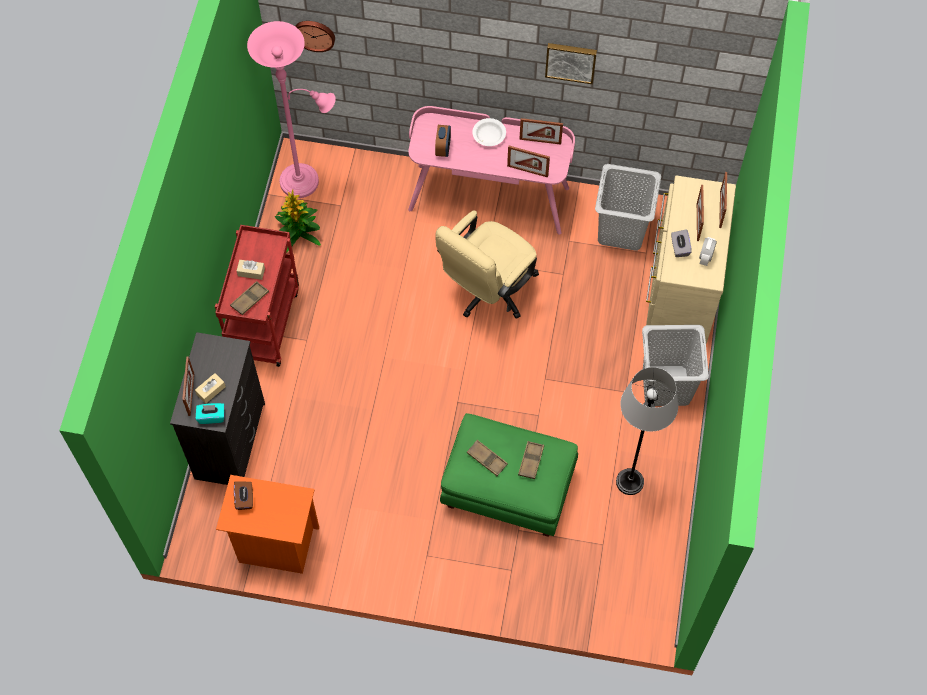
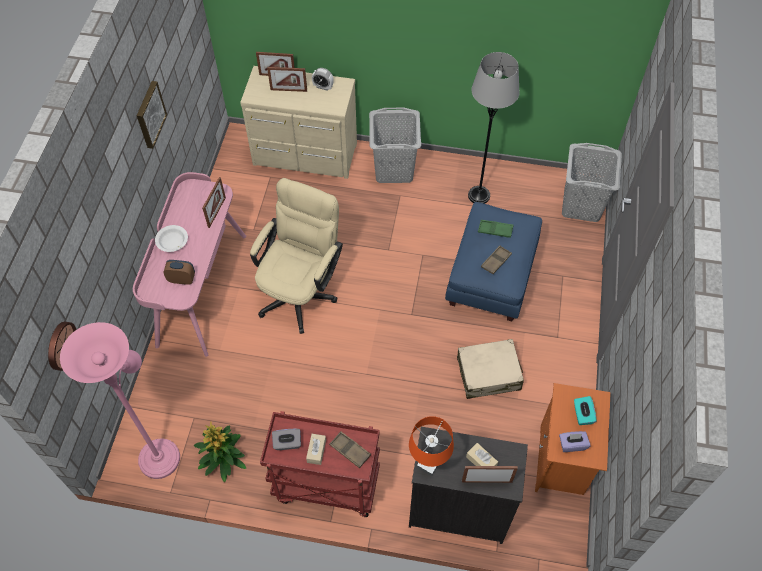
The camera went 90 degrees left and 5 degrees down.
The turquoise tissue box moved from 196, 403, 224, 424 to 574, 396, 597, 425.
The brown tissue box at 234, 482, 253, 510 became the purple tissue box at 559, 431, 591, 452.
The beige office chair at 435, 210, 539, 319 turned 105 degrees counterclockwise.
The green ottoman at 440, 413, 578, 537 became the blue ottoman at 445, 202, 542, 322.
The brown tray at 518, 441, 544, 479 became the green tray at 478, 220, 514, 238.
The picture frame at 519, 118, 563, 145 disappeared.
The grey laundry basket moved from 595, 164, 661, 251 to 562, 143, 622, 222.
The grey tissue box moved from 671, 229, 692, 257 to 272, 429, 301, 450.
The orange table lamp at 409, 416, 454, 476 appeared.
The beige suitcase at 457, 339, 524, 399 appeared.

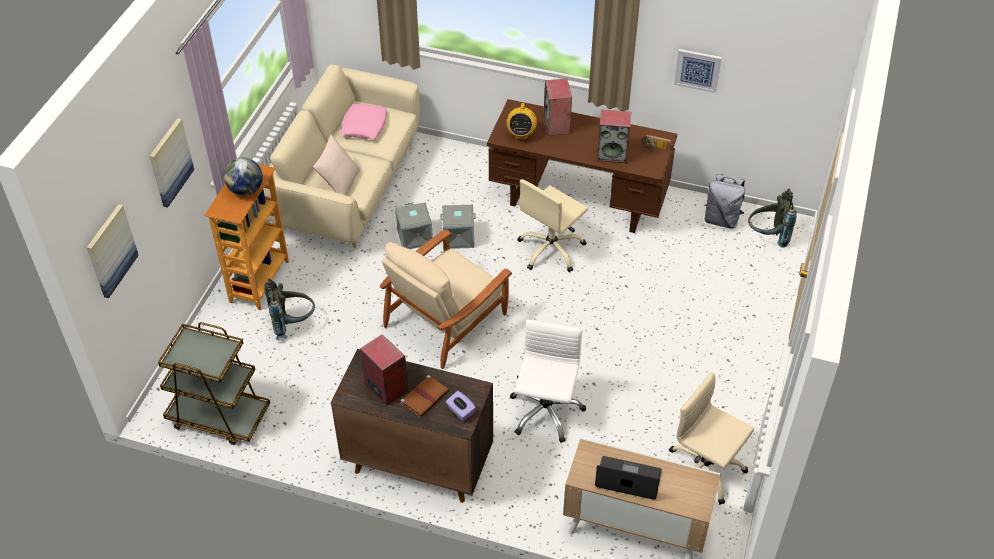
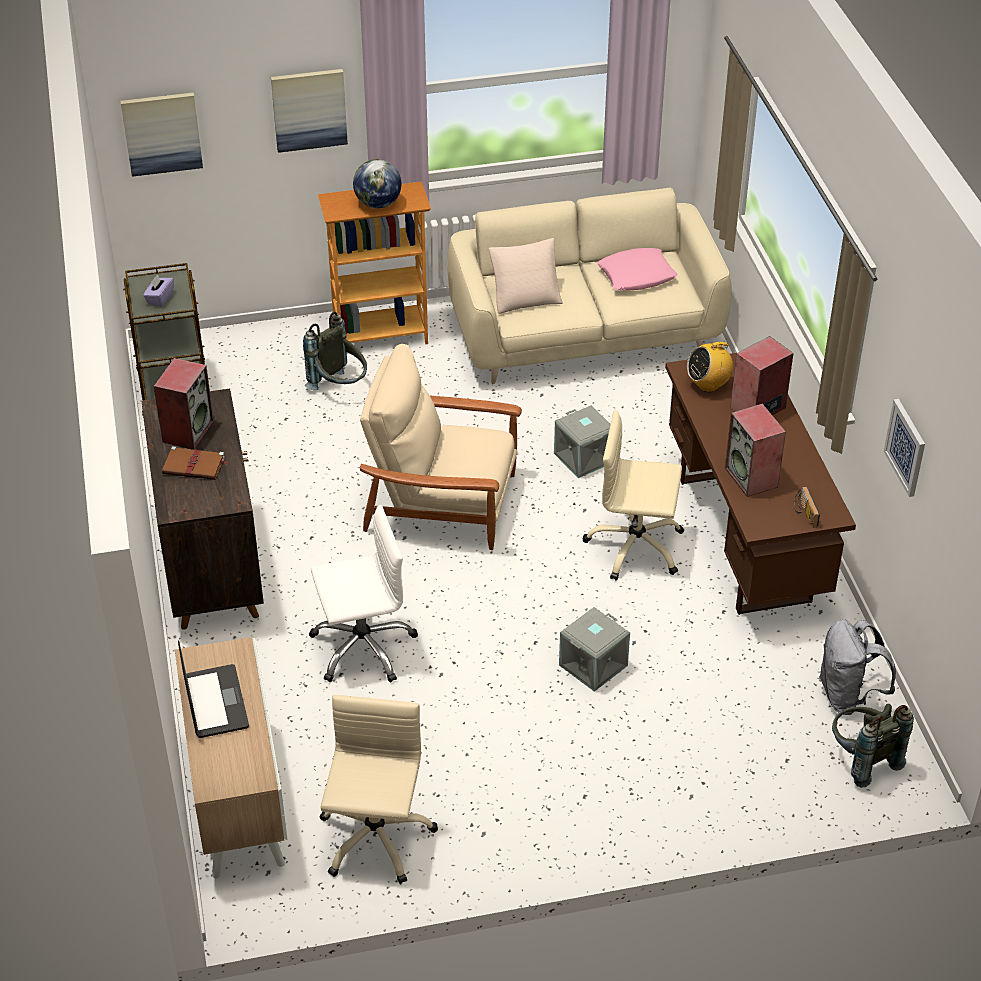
The camera went 60 degrees right and 5 degrees down.
The grey storage box moved from 395, 202, 433, 249 to 559, 607, 630, 692.
The purple tissue box moved from 446, 391, 476, 421 to 143, 274, 174, 307.

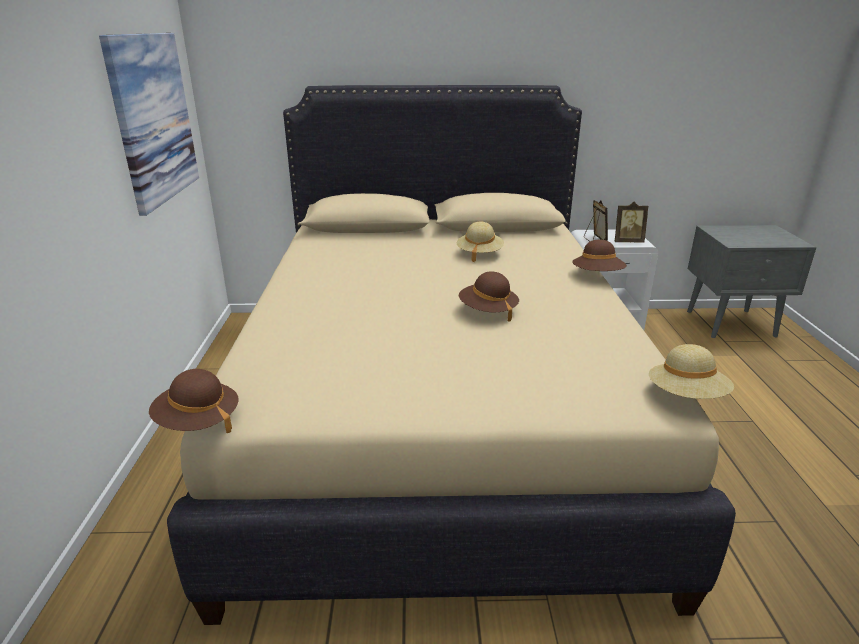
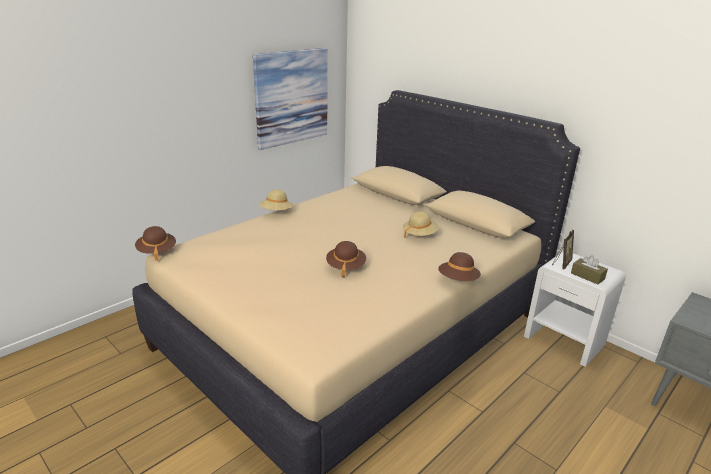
The camera went 45 degrees right and 0 degrees up.
The picture frame at 615, 202, 649, 243 was replaced by the brown tissue box at 571, 255, 608, 284.
The beige hat moved from 649, 344, 734, 399 to 259, 189, 293, 210.

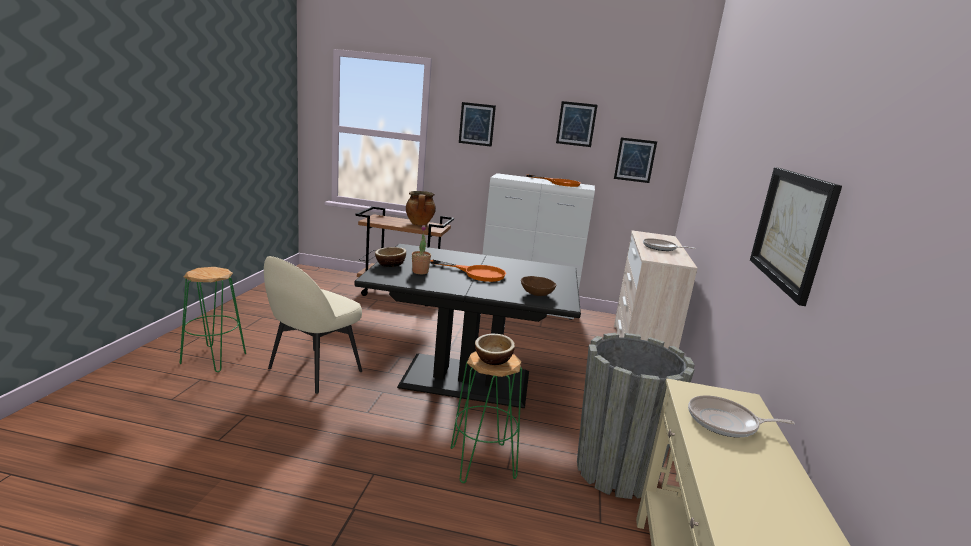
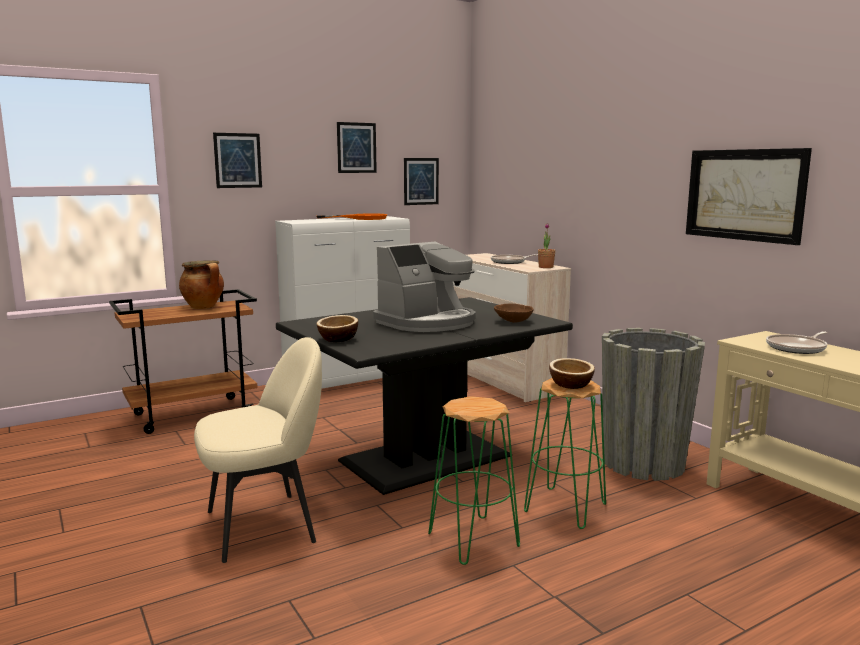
The camera went 40 degrees left and 5 degrees down.
The green stool moved from 180, 267, 246, 372 to 428, 396, 520, 565.
The beige chair at 264, 256, 362, 394 turned 105 degrees counterclockwise.
The potted plant moved from 412, 225, 431, 274 to 538, 223, 556, 268.
The orange frying pan at 430, 260, 506, 282 was replaced by the coffee machine at 373, 241, 476, 332.

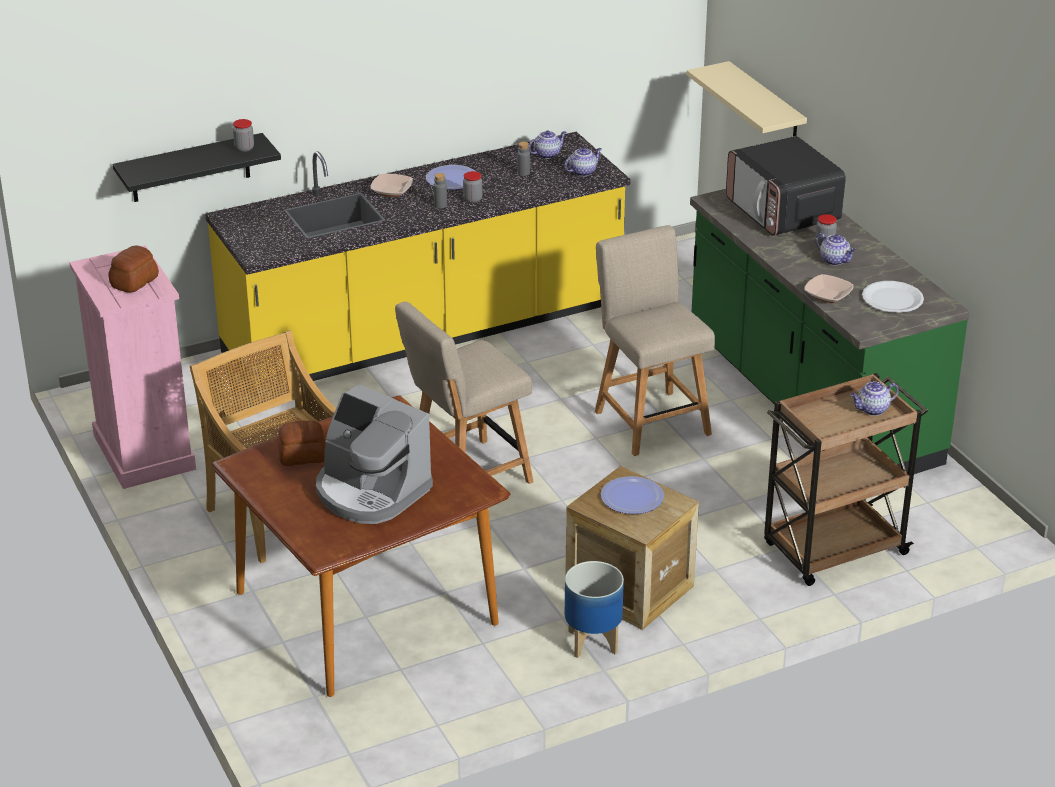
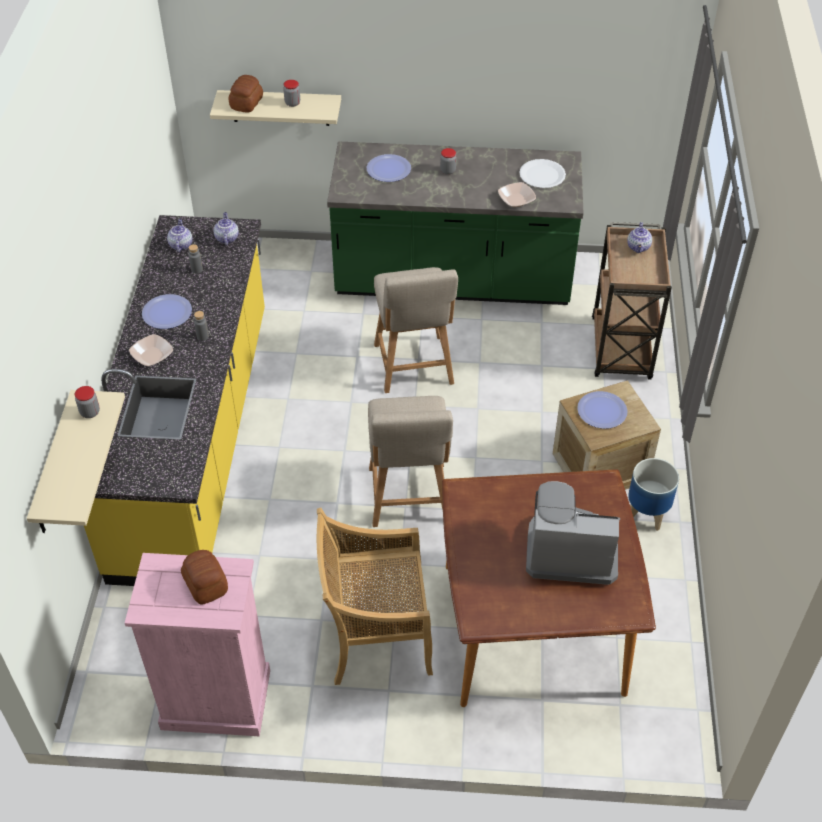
The camera went 60 degrees left and 15 degrees up.
The black shelf at 113, 133, 281, 202 became the beige shelf at 27, 390, 125, 533.
The bread moved from 278, 420, 325, 466 to 229, 75, 263, 113.
The coffee machine at 316, 384, 433, 524 turned 150 degrees counterclockwise.
The jar moved from 463, 171, 482, 203 to 283, 80, 300, 107.
The beige chair at 595, 225, 715, 456 turned 105 degrees counterclockwise.
The microwave at 726, 136, 846, 236 was replaced by the plate at 367, 154, 411, 182.
The teapot at 815, 233, 856, 265 disappeared.

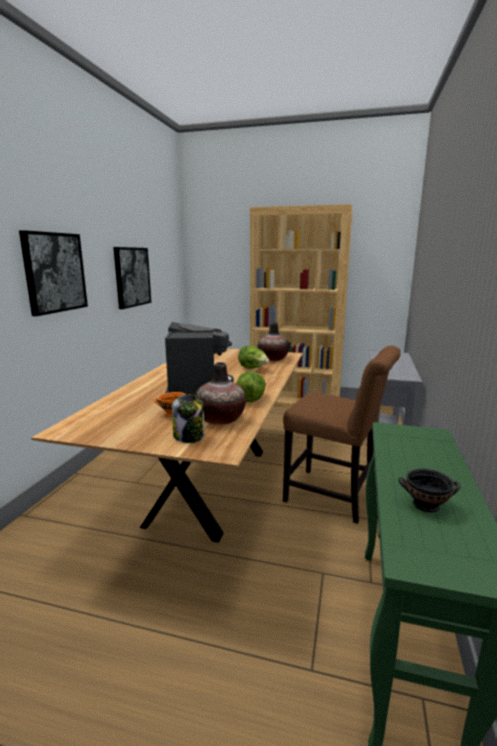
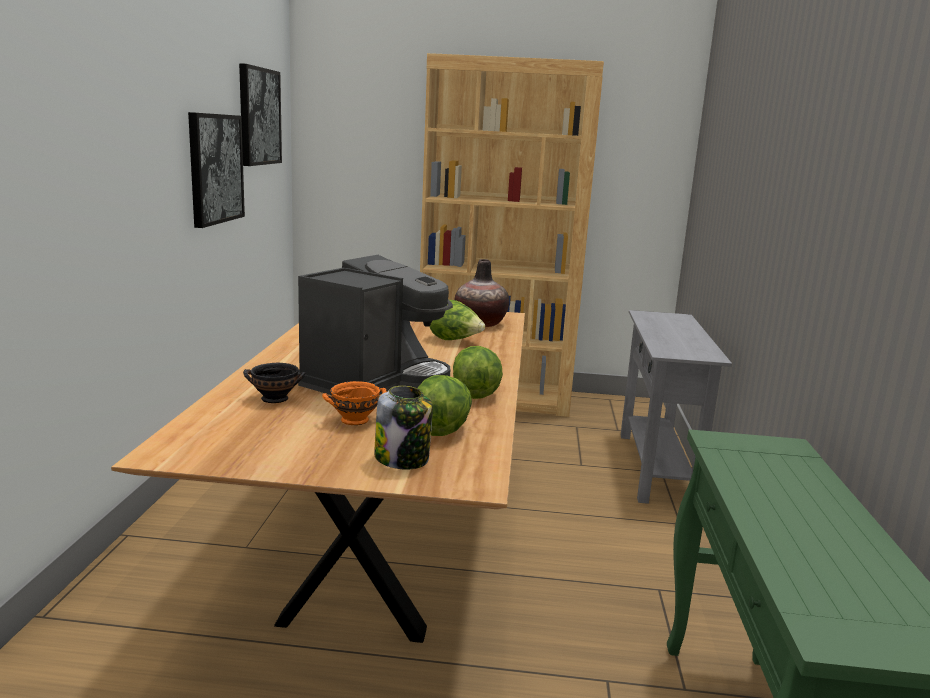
The camera went 10 degrees left and 0 degrees up.
The picture moved from 19, 230, 88, 316 to 239, 63, 282, 166.
The coffee machine at 165, 322, 234, 396 turned 45 degrees clockwise.
The vase at 195, 362, 246, 425 was replaced by the lettuce at 417, 375, 472, 436.
The brown chair at 283, 346, 401, 524 disappeared.
The black bowl moved from 398, 468, 461, 512 to 243, 363, 306, 403.

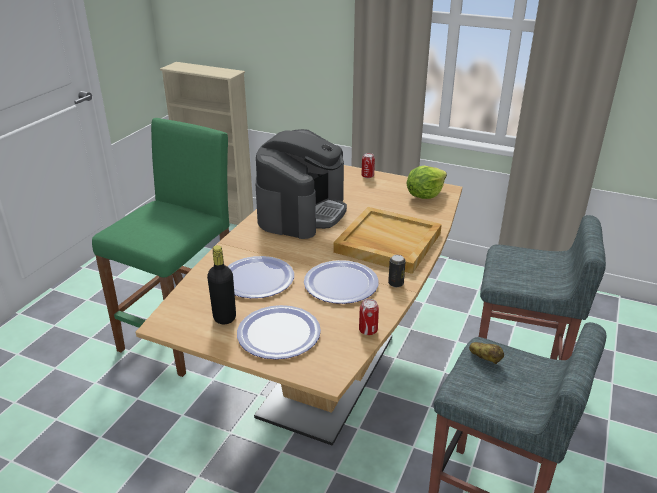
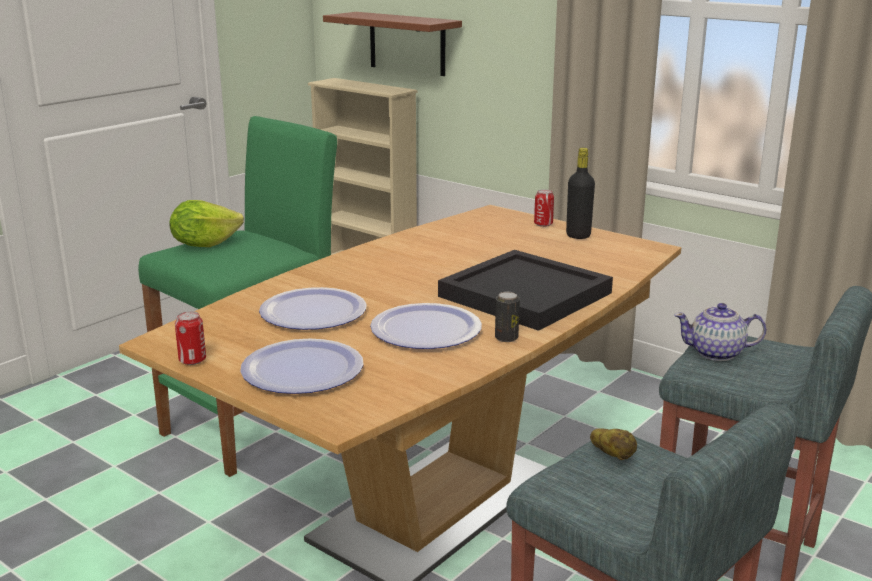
The camera went 15 degrees right and 10 degrees down.
The black bottle moved from 207, 245, 236, 324 to 566, 148, 595, 239.
The coffee machine at 255, 129, 347, 239 disappeared.
The beige tray at 333, 207, 442, 274 became the black tray at 438, 250, 613, 331.
The can moved from 359, 299, 379, 335 to 175, 311, 206, 365.
The lettuce moved from 406, 166, 447, 199 to 169, 200, 244, 247.
The brown shelf at 323, 12, 462, 76 appeared.
The teapot at 674, 303, 766, 361 appeared.

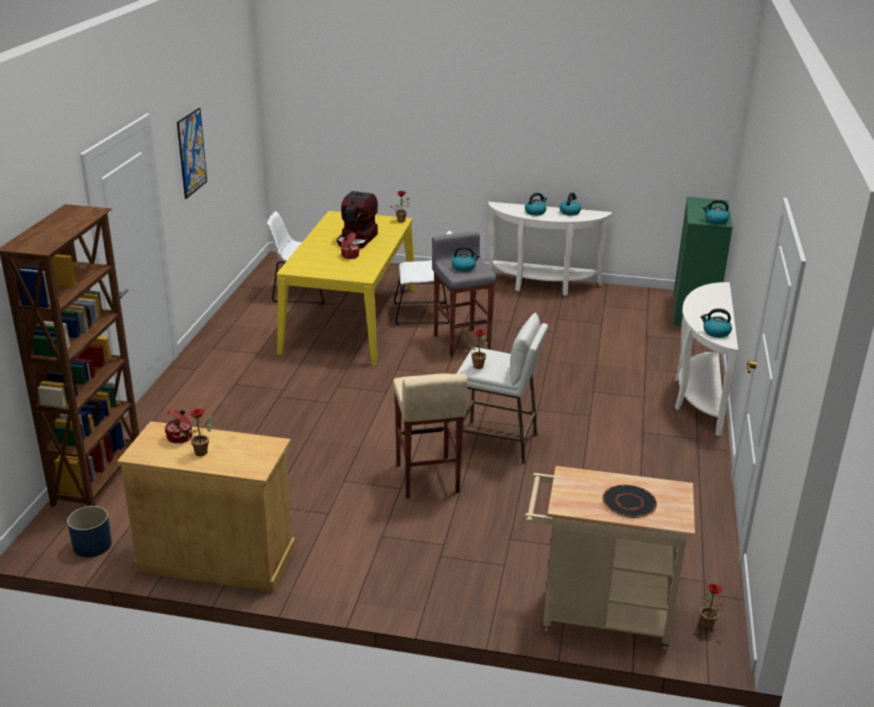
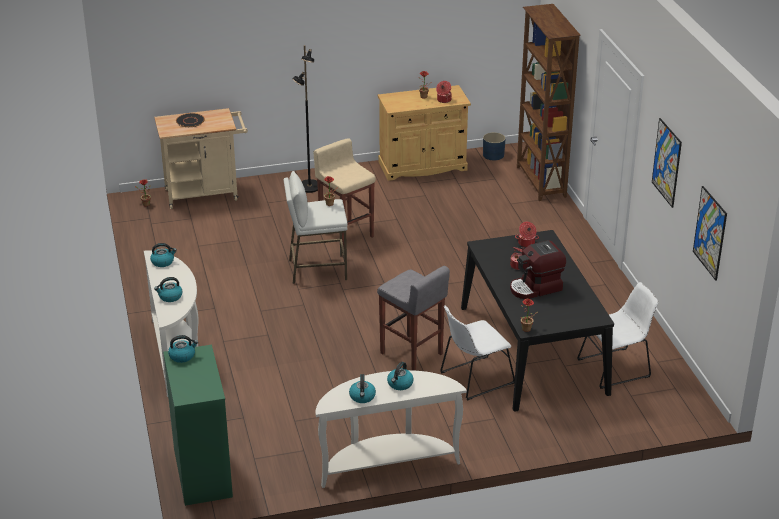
The camera went 155 degrees right and 5 degrees up.
The yellow dining table at 276, 211, 416, 365 became the black dining table at 461, 230, 614, 411.
The coffee machine at 337, 191, 378, 249 turned 105 degrees counterclockwise.
The kettle moved from 452, 246, 480, 272 to 154, 277, 183, 302.
The black floor lamp at 293, 45, 318, 193 appeared.
The cooking pot at 515, 222, 539, 247 appeared.
The picture at 693, 186, 727, 281 appeared.

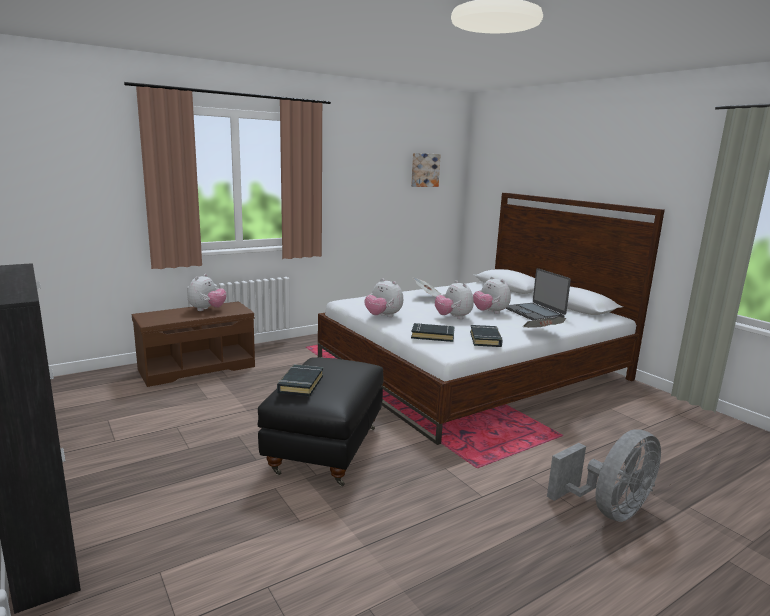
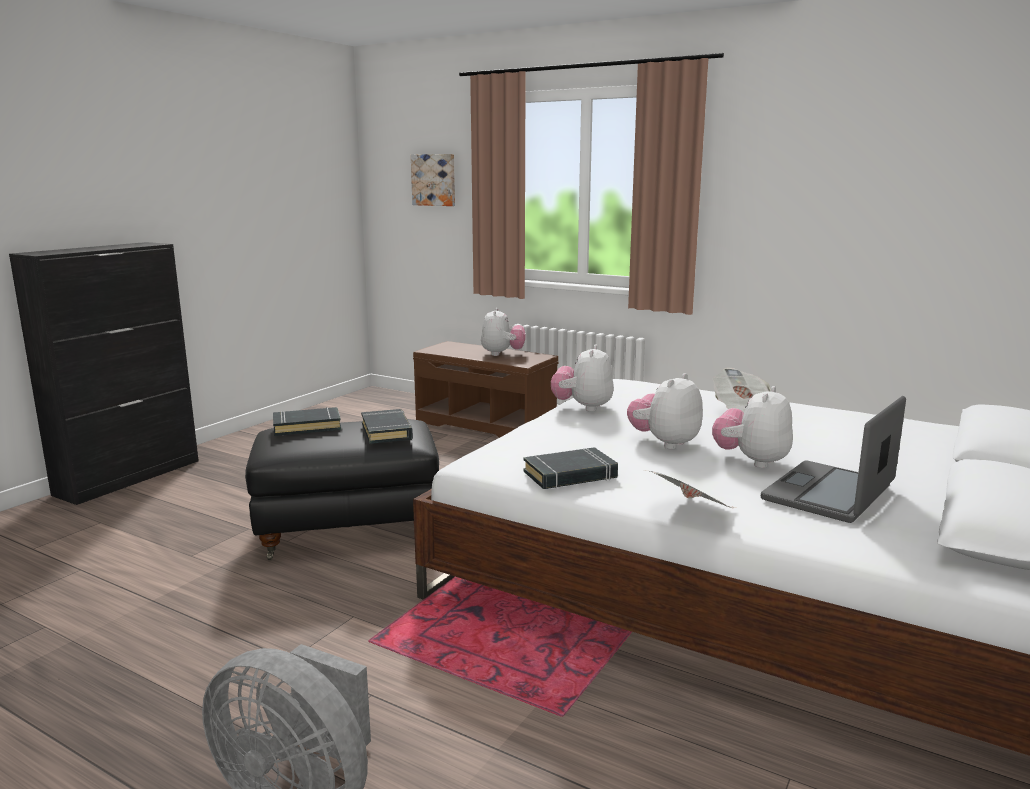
The camera went 65 degrees right and 0 degrees up.
The plush toy at 187, 274, 227, 311 turned 75 degrees counterclockwise.
The picture moved from 411, 153, 441, 187 to 411, 154, 455, 206.
The black book moved from 411, 323, 455, 342 to 361, 409, 413, 444.

